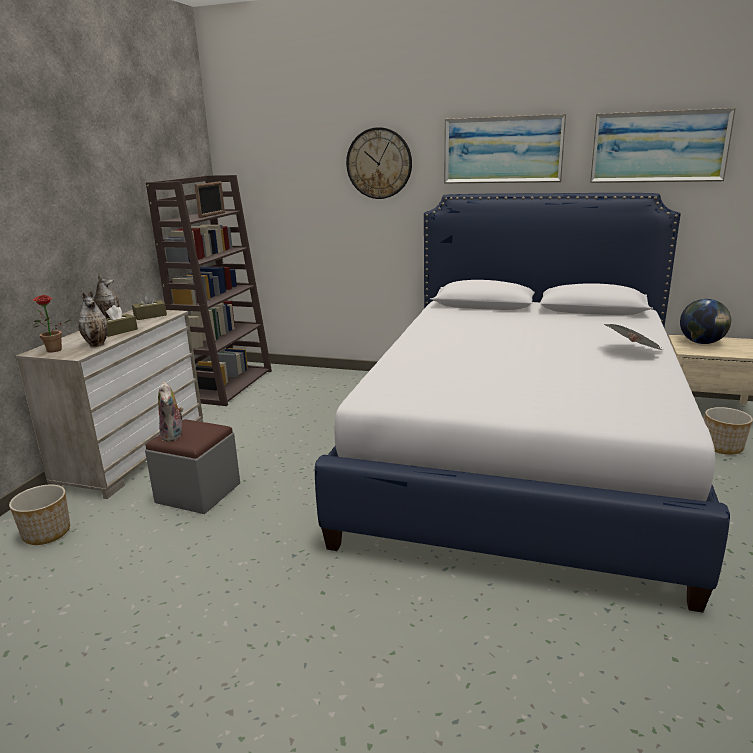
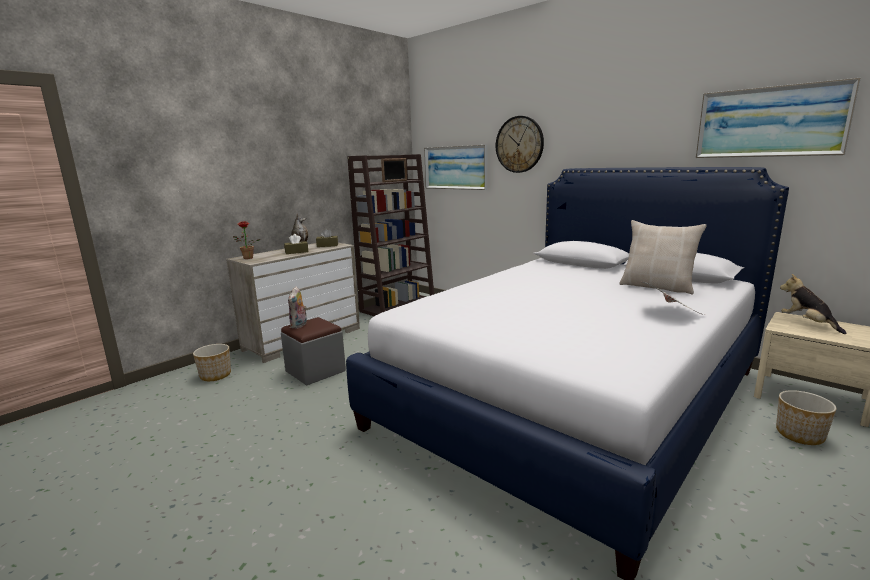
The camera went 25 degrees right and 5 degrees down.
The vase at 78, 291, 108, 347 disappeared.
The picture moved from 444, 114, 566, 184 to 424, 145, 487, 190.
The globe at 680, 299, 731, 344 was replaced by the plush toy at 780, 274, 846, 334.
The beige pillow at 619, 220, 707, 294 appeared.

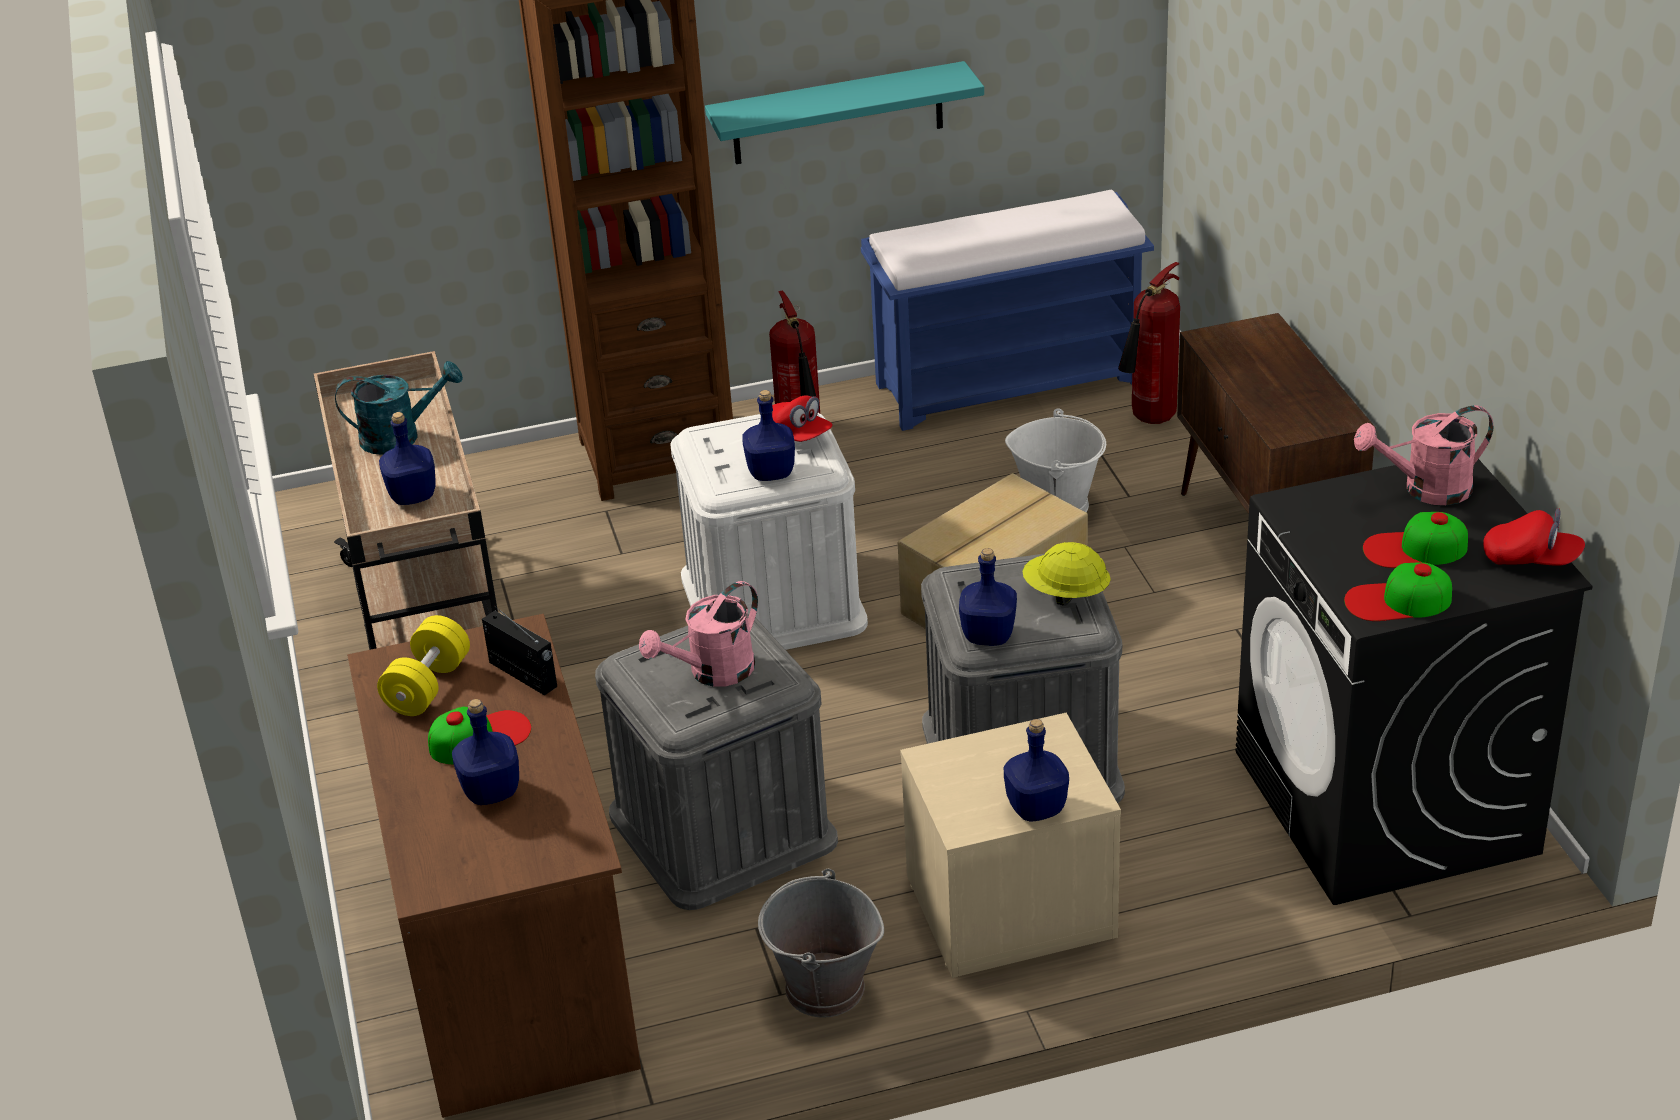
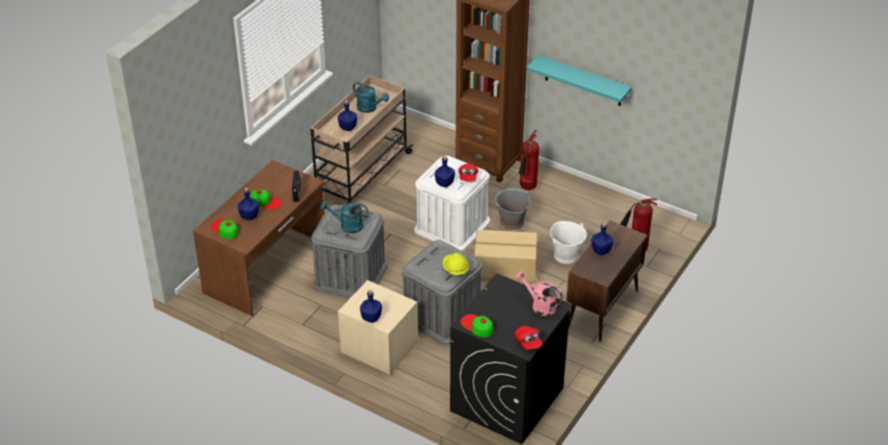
The camera went 45 degrees right and 5 degrees up.
The yellow dumbbell at 377, 615, 470, 716 disappeared.
The pink watering can at 639, 581, 758, 687 became the turquoise watering can at 320, 201, 368, 233.
The grey bucket moved from 758, 869, 884, 1017 to 495, 188, 530, 230.
The blue bench at 861, 190, 1154, 431 disappeared.
The blue bottle moved from 959, 548, 1017, 646 to 592, 223, 613, 255.
The cap moved from 1363, 512, 1468, 568 to 210, 219, 238, 239.

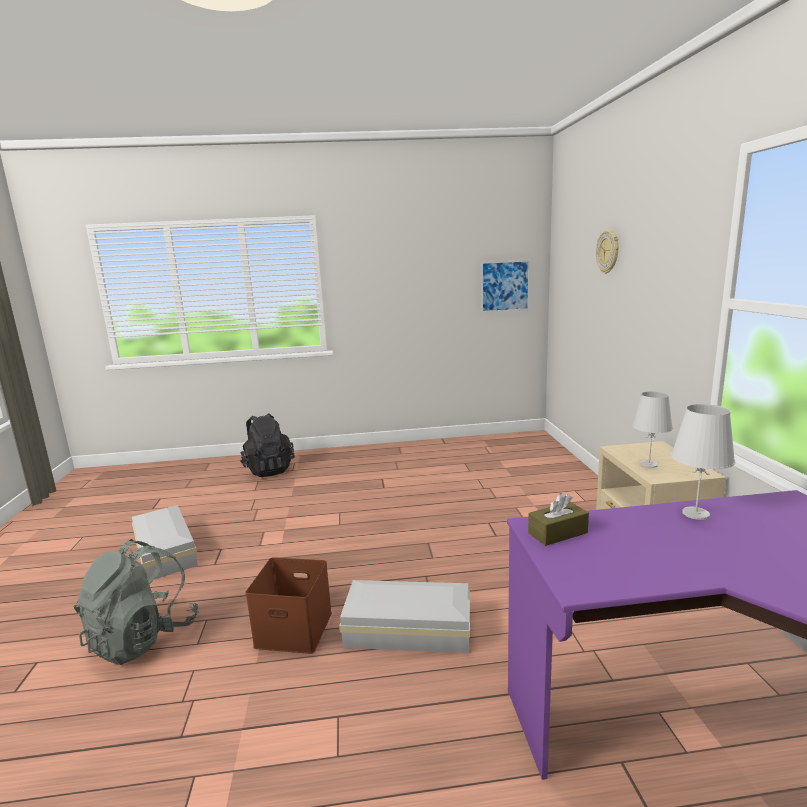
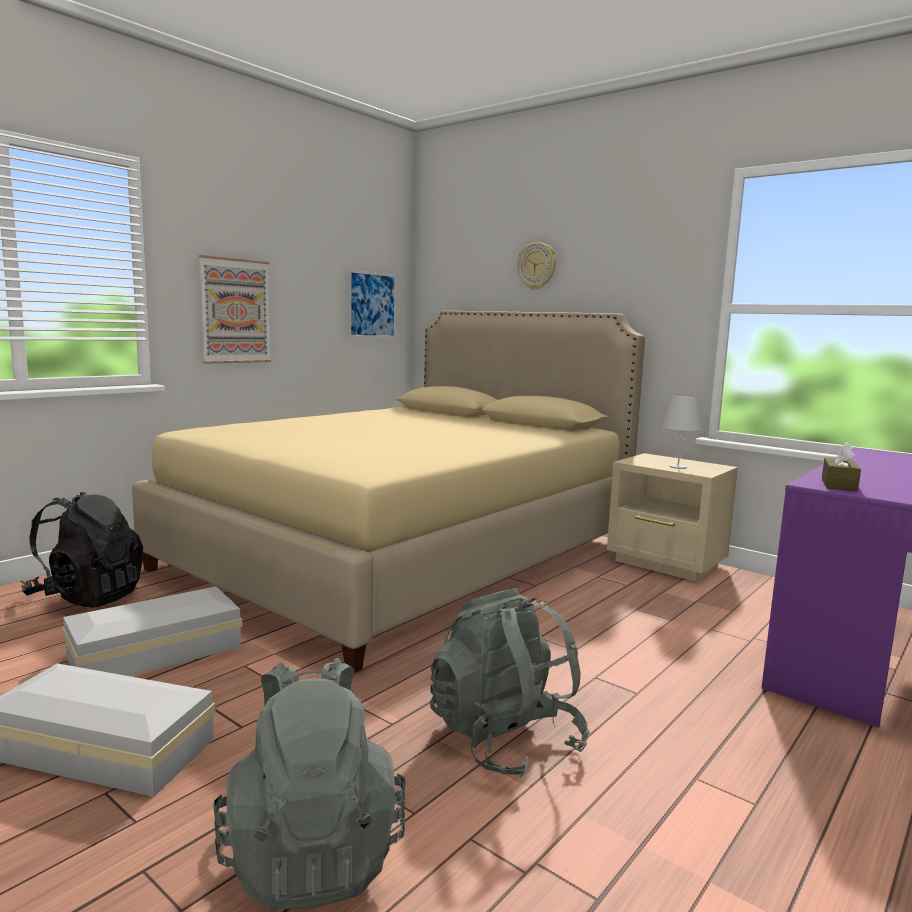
The camera went 45 degrees left and 5 degrees down.
The brown storage box at 245, 557, 332, 654 was replaced by the grey backpack at 430, 588, 590, 778.
The white storage box moved from 339, 580, 470, 653 to 62, 586, 243, 676.
The white table lamp at 671, 404, 735, 520 disappeared.
The beige bed at 132, 311, 645, 673 appeared.
The picture at 199, 255, 271, 364 appeared.

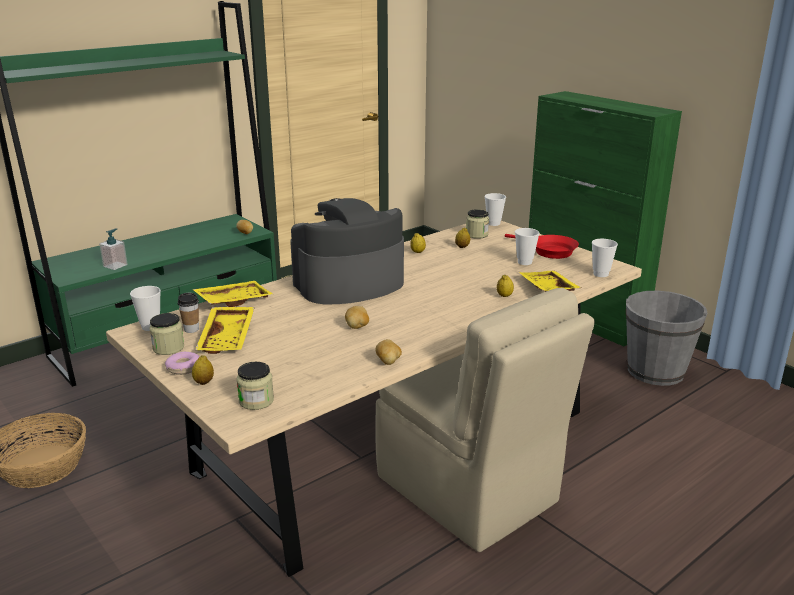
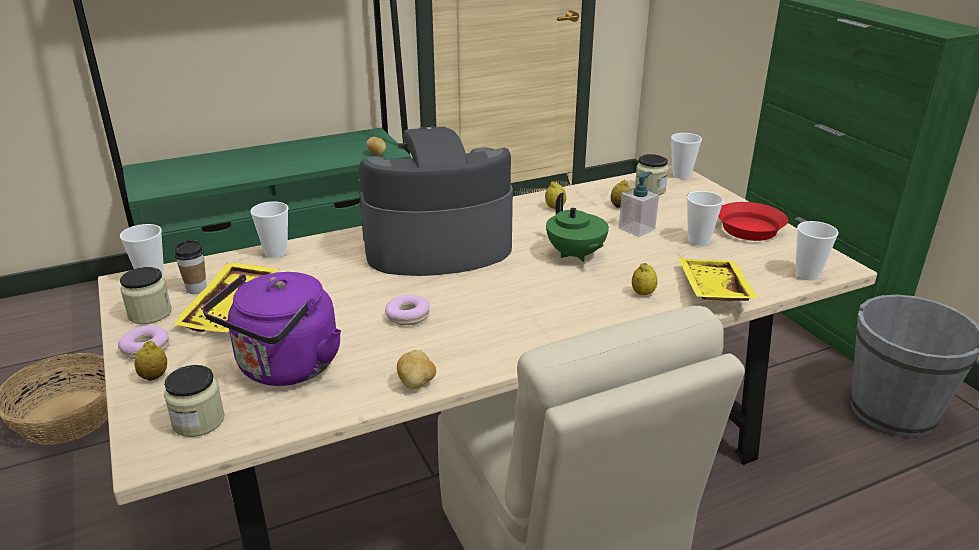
The camera went 15 degrees right and 5 degrees up.
The soap dispenser moved from 99, 228, 128, 270 to 619, 172, 659, 237.
The yellow tray at 192, 281, 274, 307 was replaced by the cup at 251, 201, 288, 258.
The potato at 345, 306, 369, 329 was replaced by the donut at 385, 295, 430, 325.
The purple kettle at 202, 272, 341, 386 appeared.
The green teapot at 546, 193, 609, 262 appeared.

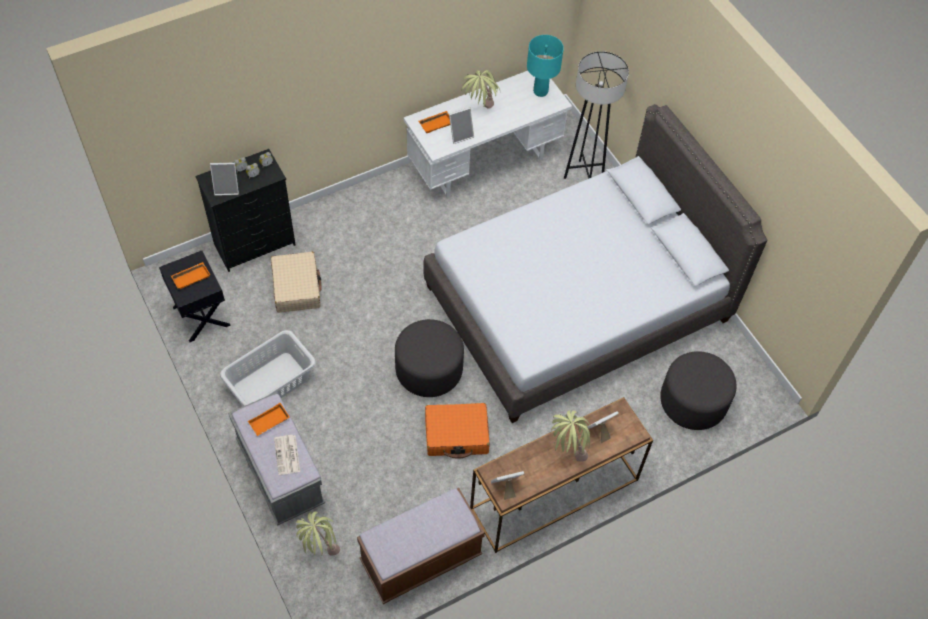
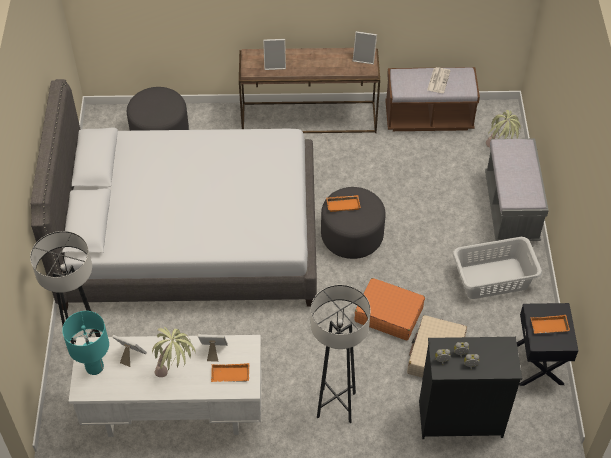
The camera went 150 degrees left and 5 degrees down.
The picture frame moved from 210, 162, 239, 196 to 112, 335, 147, 367.
The orange tray moved from 248, 403, 290, 436 to 326, 195, 361, 212.
The newspaper moved from 274, 435, 300, 475 to 427, 67, 451, 93.
The orange suitcase moved from 425, 403, 490, 459 to 354, 278, 425, 340.
The potted plant at 551, 410, 590, 462 disappeared.
The grey floor lamp at 311, 285, 371, 423 appeared.

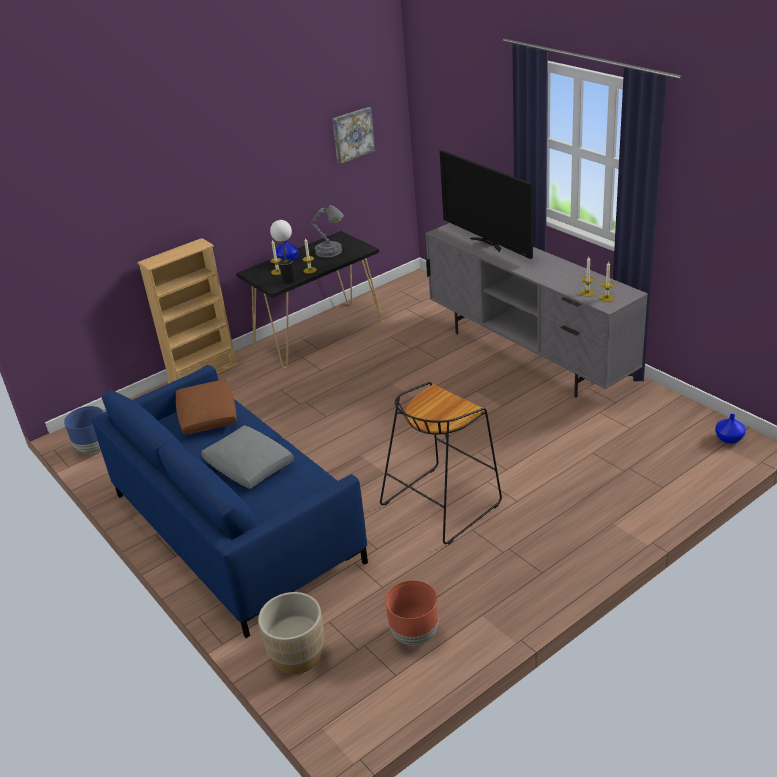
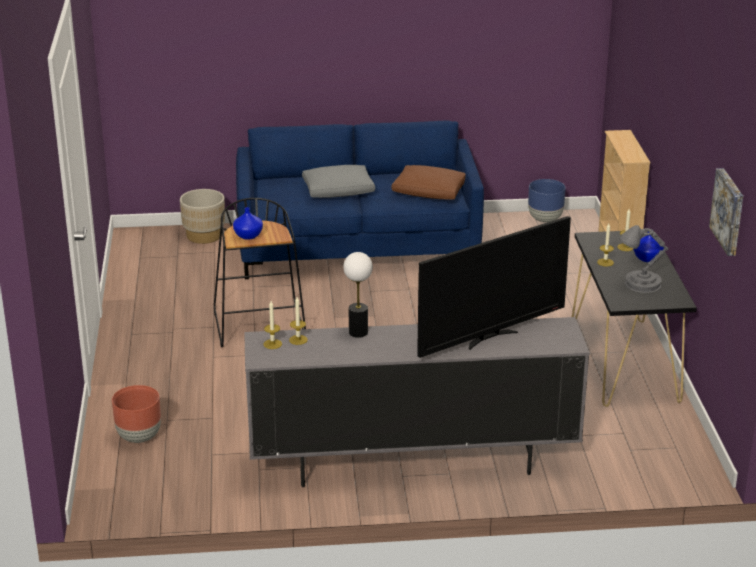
The camera went 120 degrees right and 5 degrees down.
The table lamp moved from 270, 220, 296, 284 to 343, 252, 373, 338.
The brown planter moved from 385, 580, 439, 646 to 112, 385, 161, 443.
The television at 440, 150, 533, 259 turned 150 degrees clockwise.
The blue vase moved from 715, 414, 746, 444 to 233, 207, 263, 240.

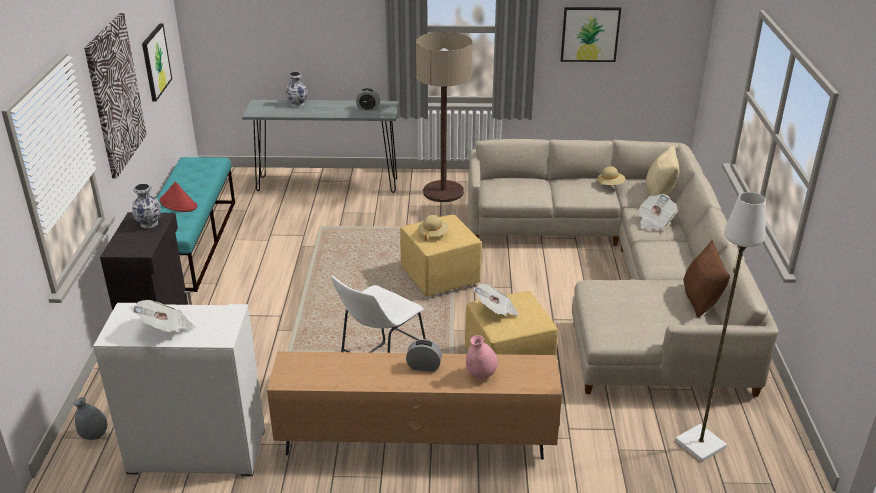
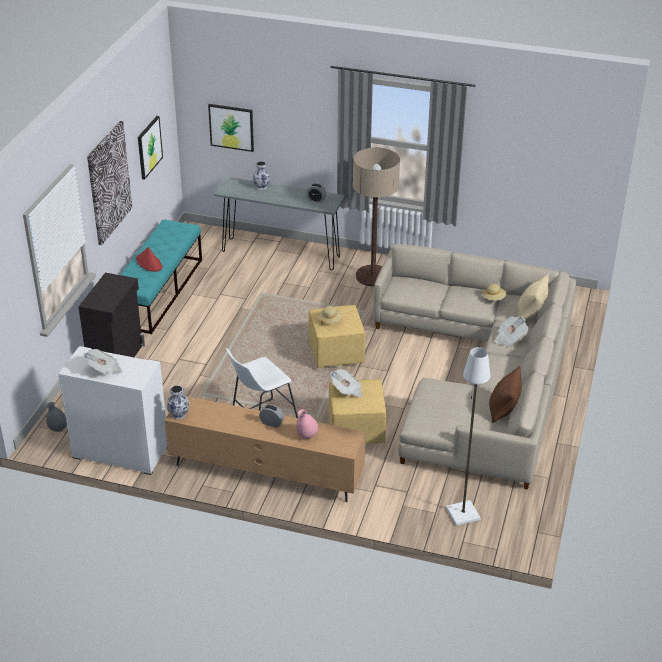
The camera went 15 degrees right and 5 degrees up.
The vase moved from 132, 183, 161, 228 to 167, 385, 189, 419.
The picture moved from 561, 7, 621, 62 to 208, 104, 254, 152.

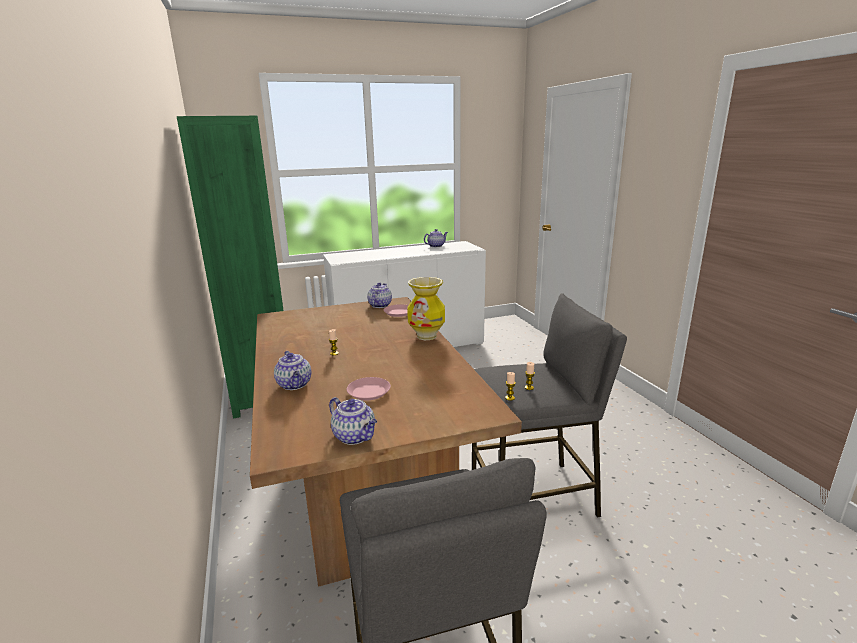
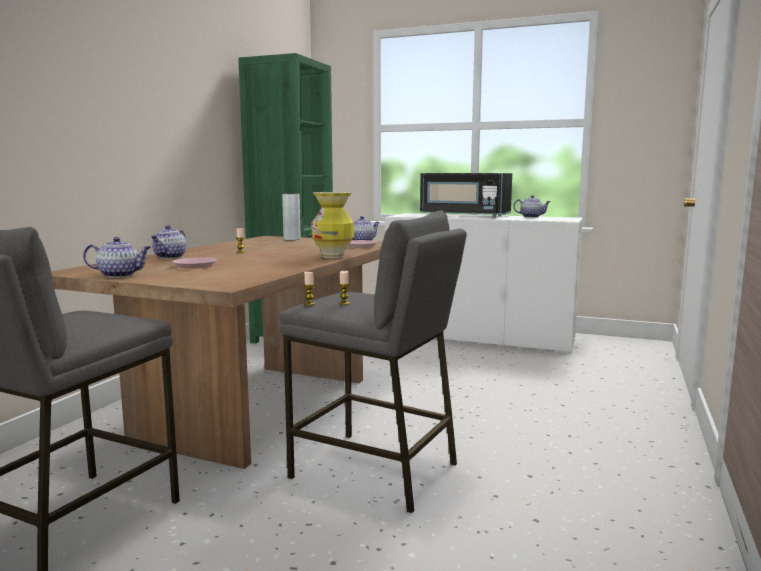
The camera went 40 degrees right and 10 degrees down.
The teapot at 329, 397, 377, 445 turned 90 degrees counterclockwise.
The grey vase at 282, 193, 301, 240 appeared.
The black microwave at 420, 173, 512, 218 appeared.

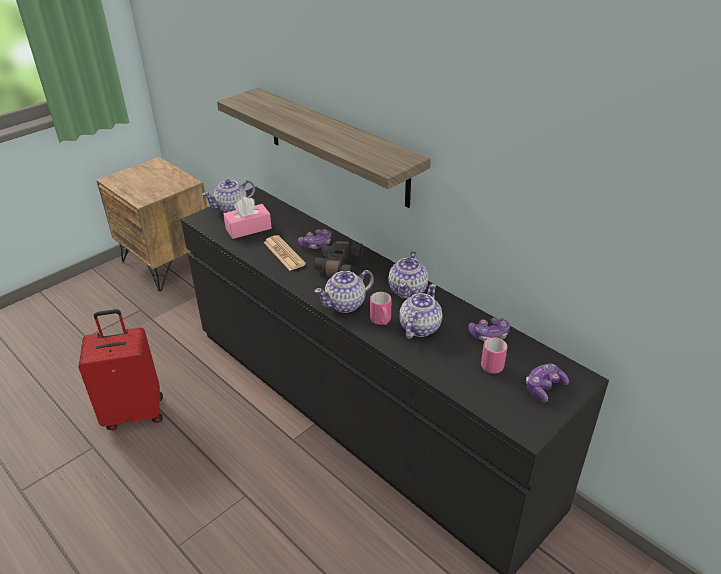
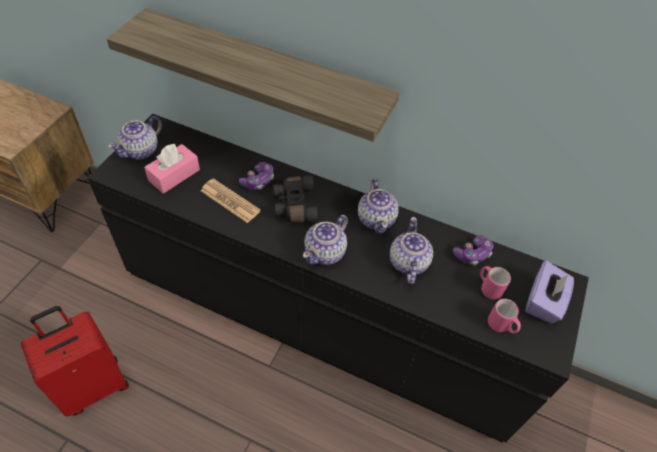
The camera went 25 degrees left and 15 degrees up.
The pink mug moved from 370, 292, 392, 325 to 488, 299, 521, 334.
The game controller at 526, 364, 569, 402 was replaced by the purple tissue box at 525, 261, 574, 323.

